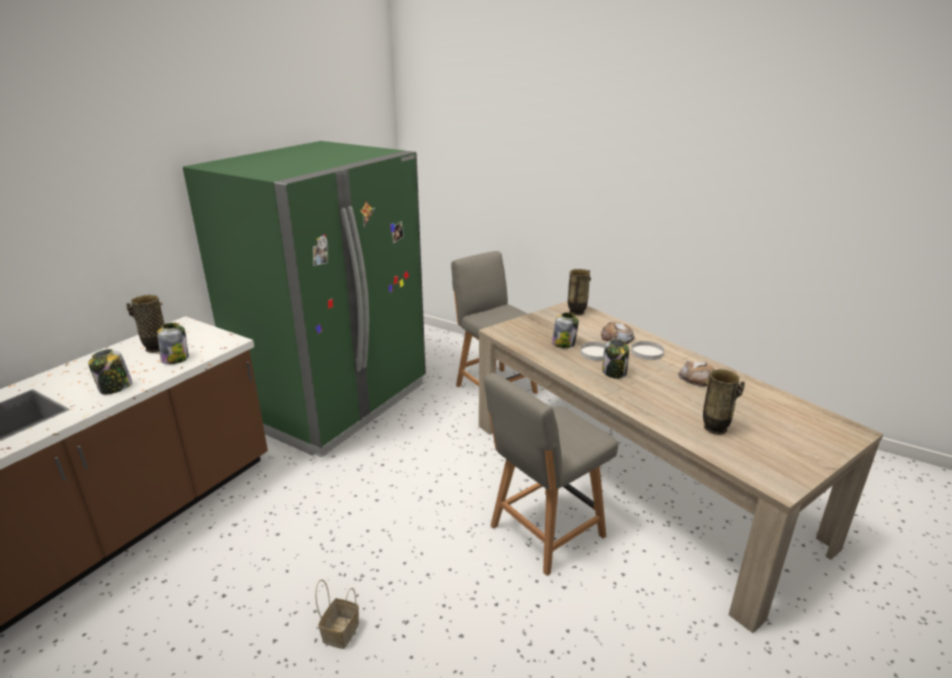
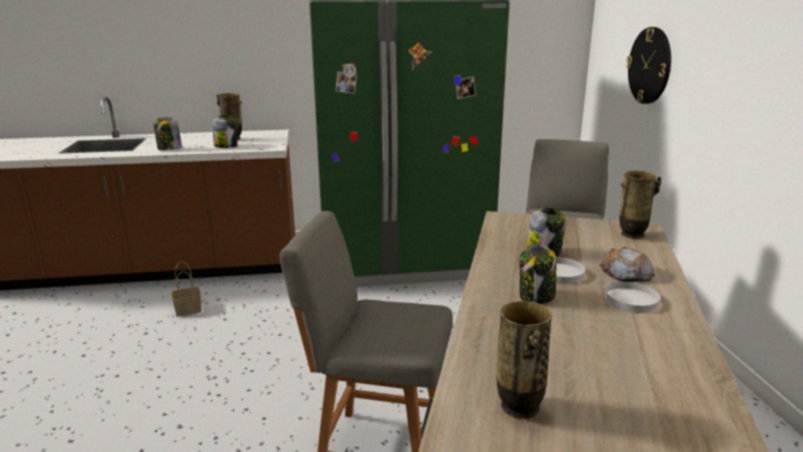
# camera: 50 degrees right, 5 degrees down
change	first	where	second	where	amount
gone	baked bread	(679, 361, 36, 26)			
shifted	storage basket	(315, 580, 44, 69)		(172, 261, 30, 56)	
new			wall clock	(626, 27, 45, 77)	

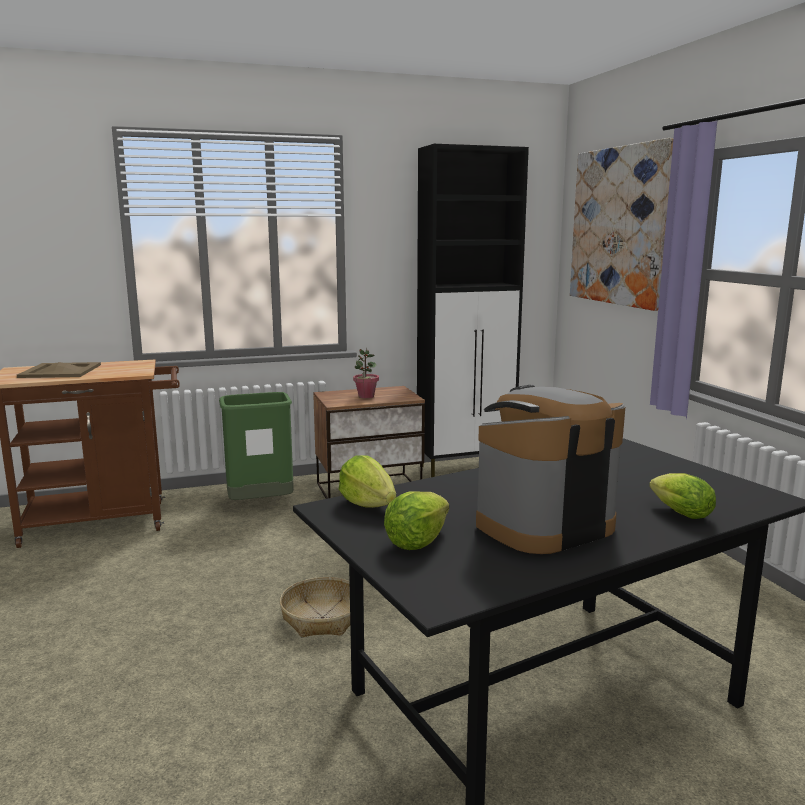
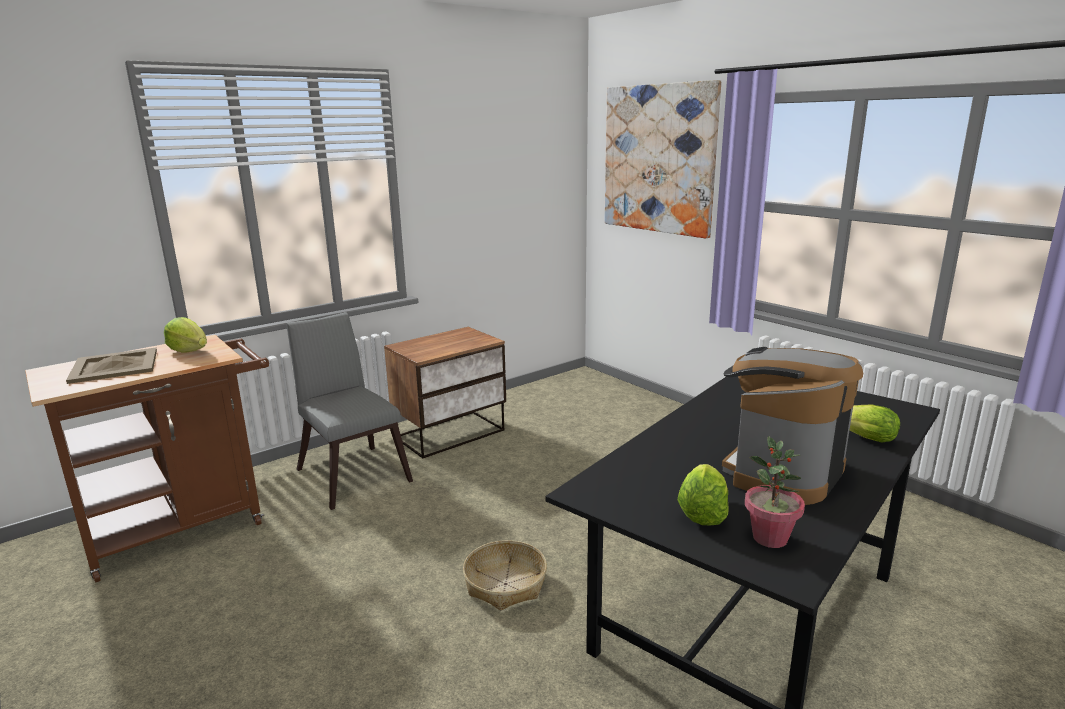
# camera: 20 degrees left, 5 degrees up
change	first	where	second	where	amount
gone	cabinet (blackish)	(417, 144, 112, 333)			
shifted	houseplant	(353, 348, 26, 50)		(745, 436, 60, 112)	
swapped	rubbish bin (greenish)	(219, 392, 75, 108)	upright chair (gray)	(286, 312, 127, 198)	
shifted	head of lettuce	(339, 455, 57, 53)		(164, 317, 43, 36)	

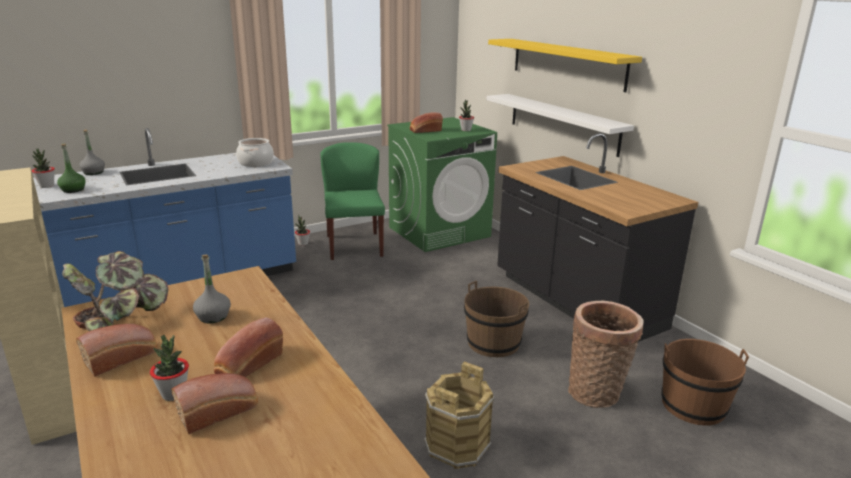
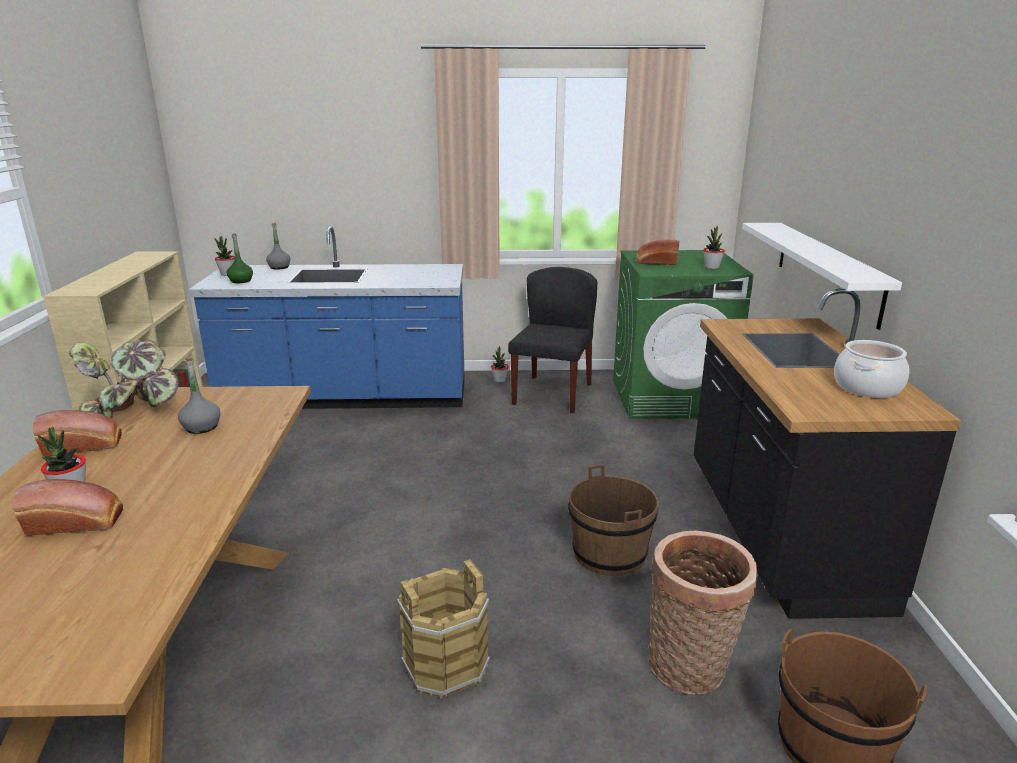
# camera: 30 degrees right, 0 degrees up
change	first	where	second	where	amount
gone	shelf (yellow-coloured)	(488, 39, 154, 53)			
shifted	stockpot	(236, 138, 38, 29)		(834, 340, 75, 58)	
repainted	upright chair (greenish)	(320, 142, 65, 118)	upright chair (blackish)	(508, 267, 89, 146)	
gone	baked bread	(214, 317, 69, 60)			

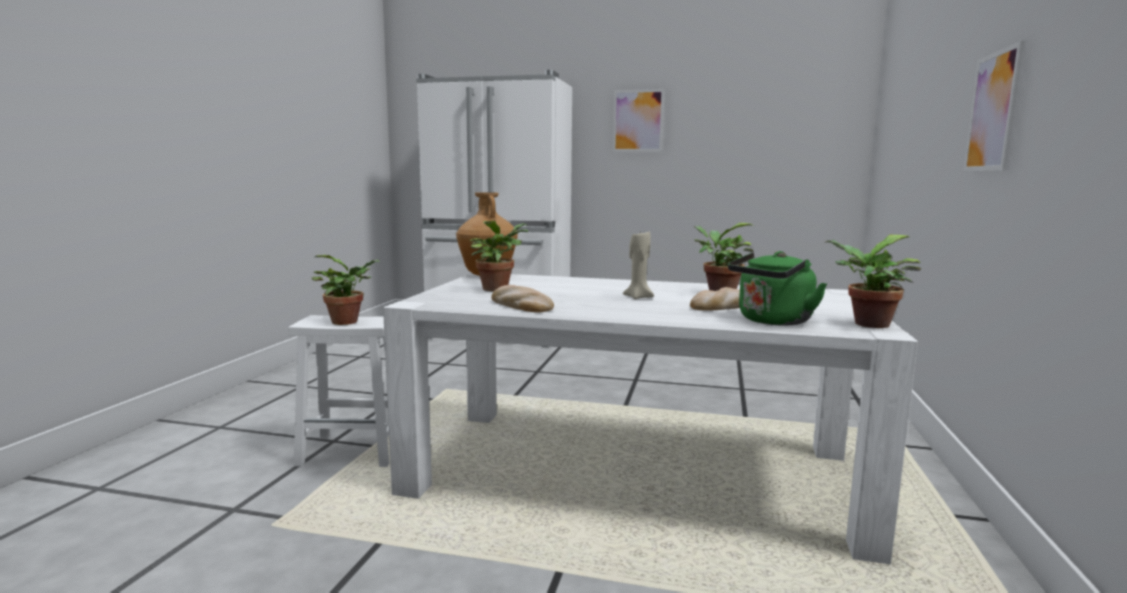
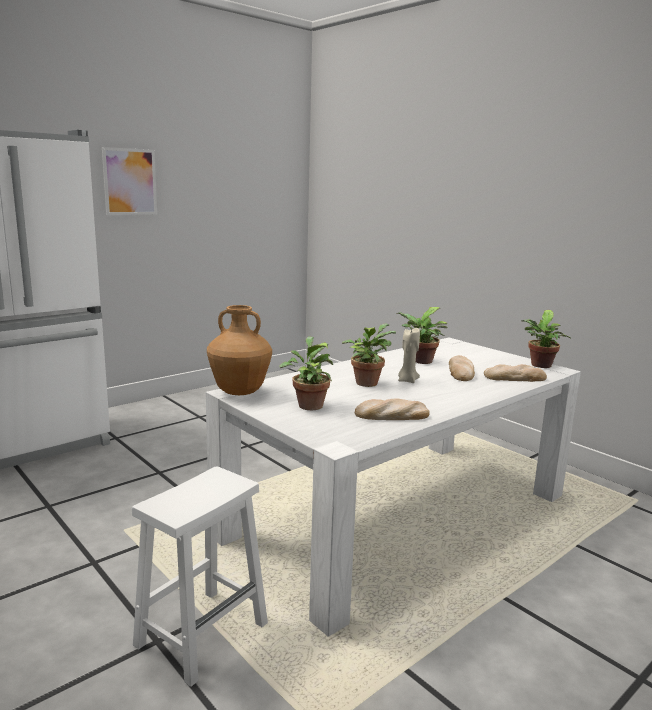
# camera: 55 degrees left, 5 degrees up
change	first	where	second	where	amount
gone	wall picture	(964, 41, 60, 130)			
swapped	tea kettle (greenish)	(728, 251, 99, 75)	baked bread	(484, 364, 63, 18)	
shifted	houseplant	(312, 255, 68, 70)		(342, 323, 54, 64)	

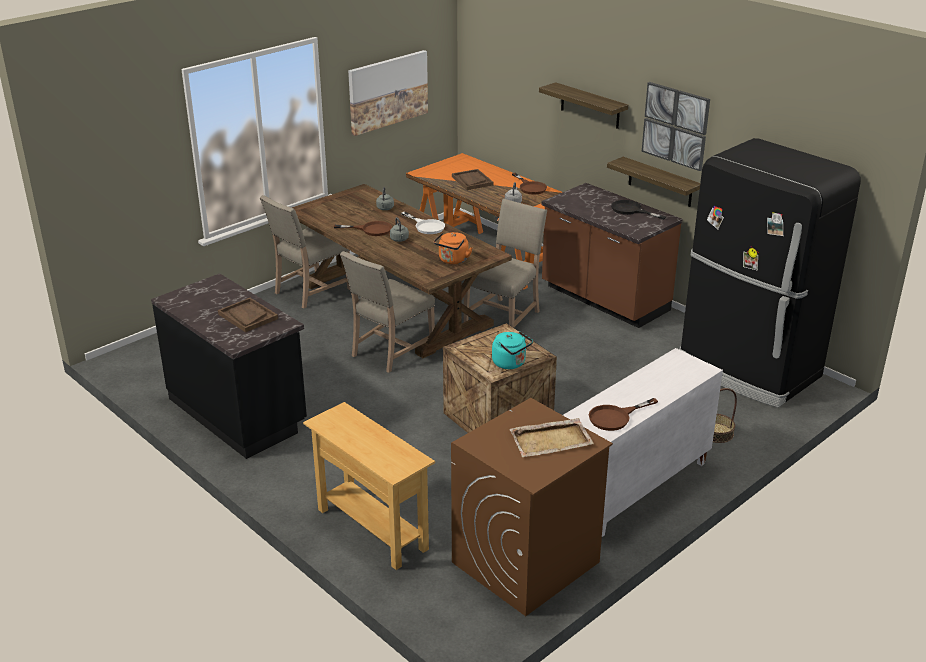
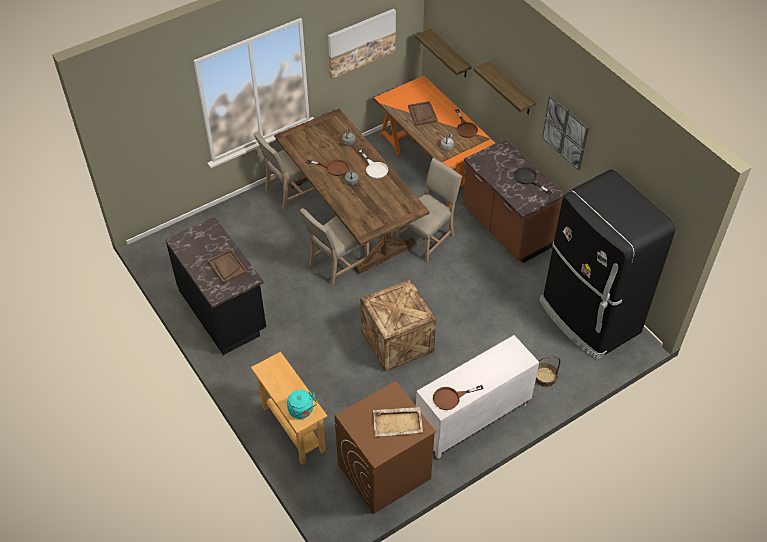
# camera: 10 degrees right, 20 degrees up
change	first	where	second	where	amount
shifted	shelf	(607, 157, 93, 50)		(415, 29, 57, 49)	
gone	tea kettle (orangey)	(434, 232, 38, 32)			
shifted	tea kettle (turquoise-coloured)	(492, 331, 41, 38)		(287, 390, 30, 29)	

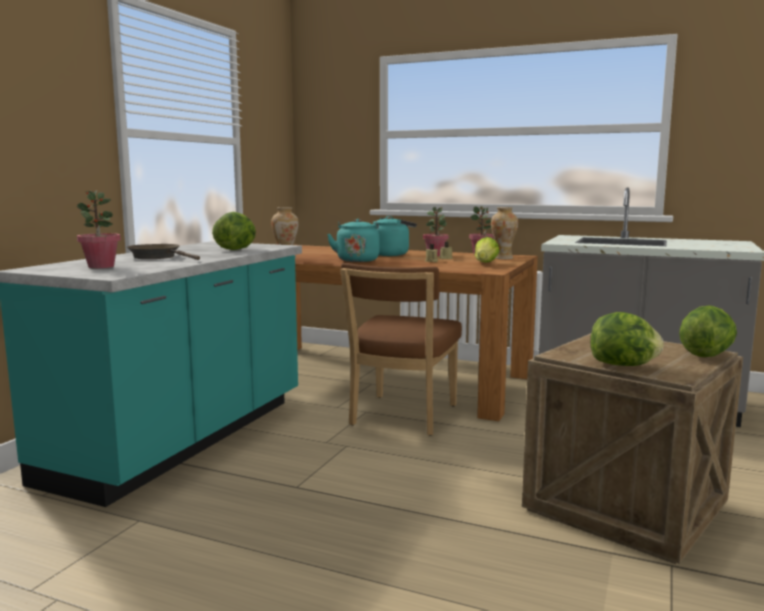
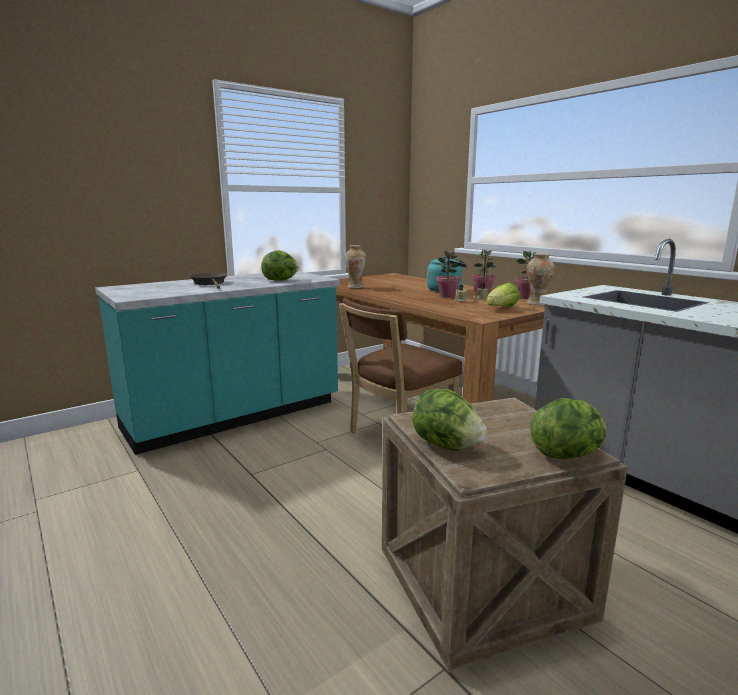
# camera: 30 degrees right, 5 degrees up
change	first	where	second	where	amount
shifted	houseplant	(76, 190, 45, 78)		(436, 250, 25, 48)	
gone	tea kettle (turquoise-coloured)	(327, 219, 52, 43)			

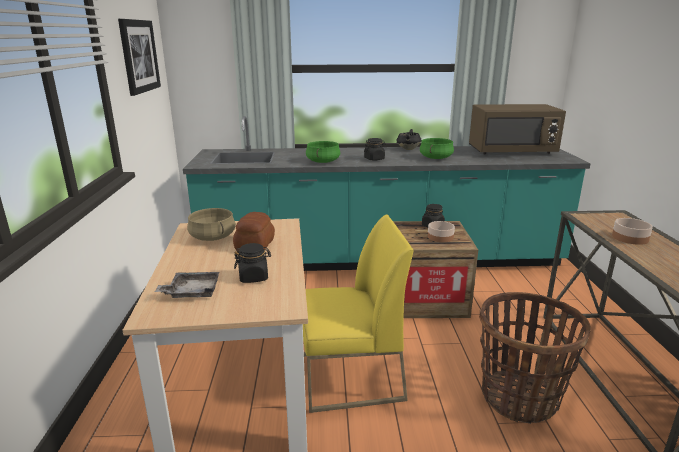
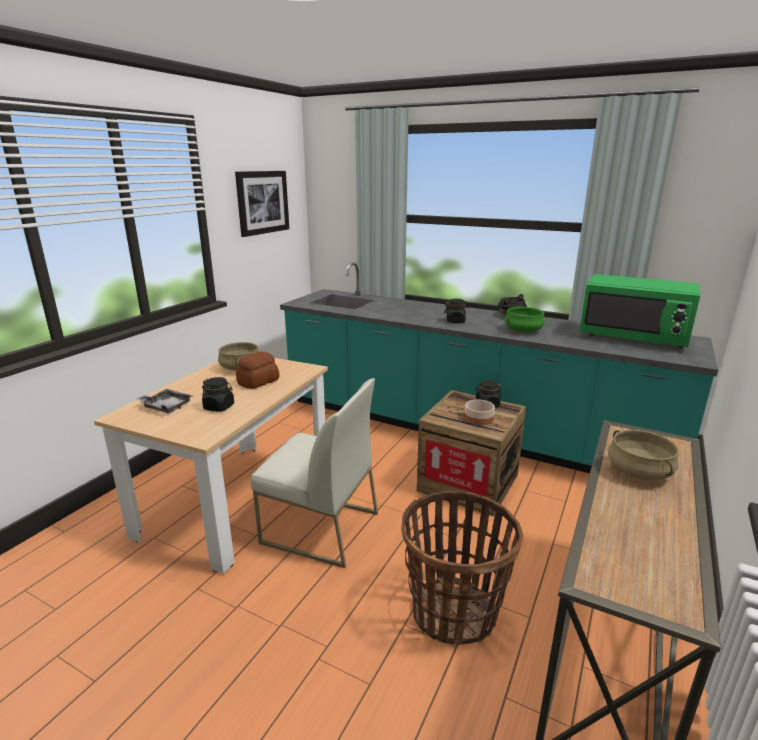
# camera: 30 degrees right, 0 degrees up
change	first	where	second	where	amount
repainted	kitchen microwave (brownish)	(469, 104, 97, 50)	kitchen microwave (greenish)	(579, 274, 121, 74)	
gone	stockpot (greenish)	(306, 141, 34, 22)			
repainted	upright chair (yellow-coloured)	(303, 214, 111, 199)	upright chair (white)	(251, 378, 127, 190)	
swapped	deep dish	(612, 218, 41, 27)	stockpot (beige-coloured)	(608, 430, 71, 50)	

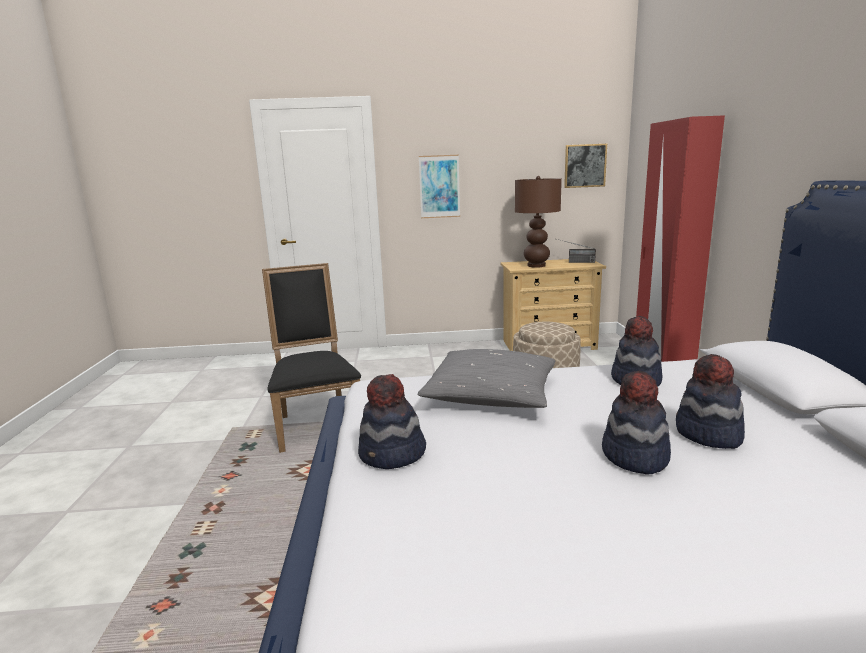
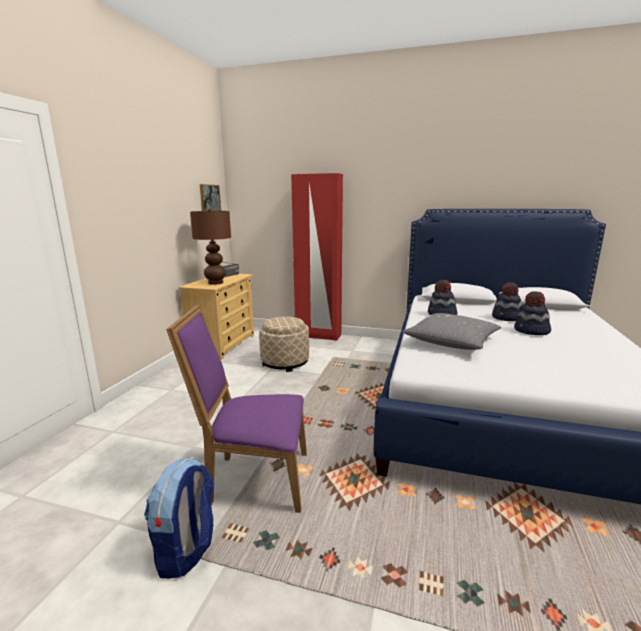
# camera: 70 degrees left, 0 degrees up
change	first	where	second	where	amount
gone	wall picture	(419, 155, 41, 63)			
repainted	upright chair (blackish)	(262, 263, 99, 190)	upright chair (purple)	(166, 305, 141, 208)	
gone	hat	(358, 374, 68, 95)			
new			knapsack	(144, 457, 70, 122)	

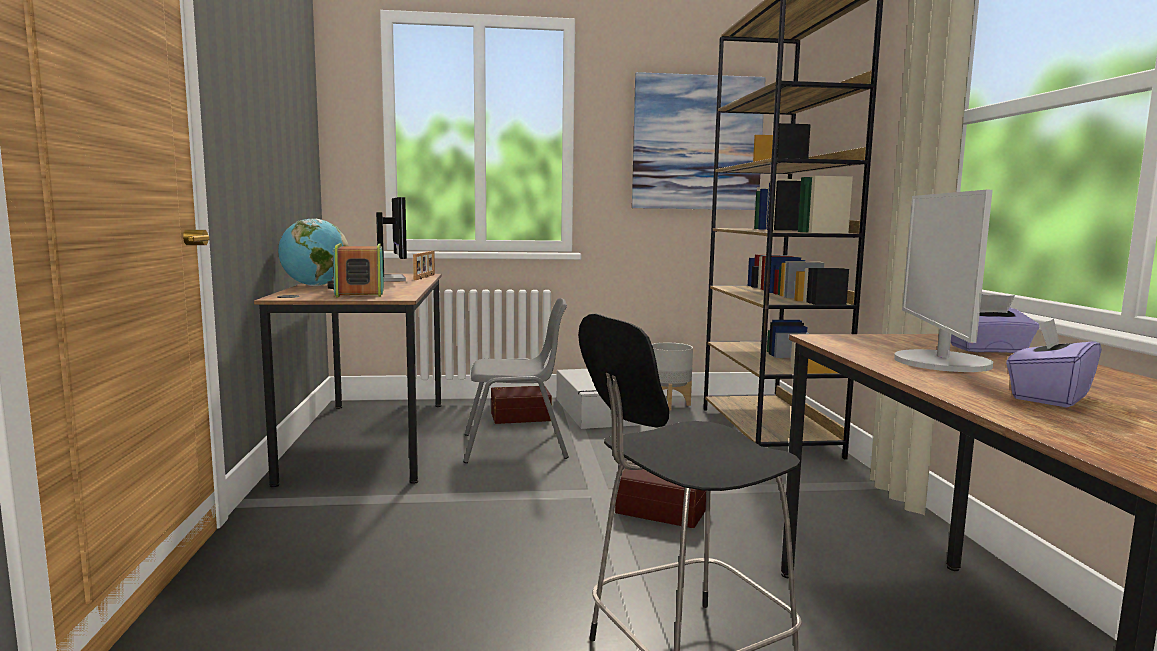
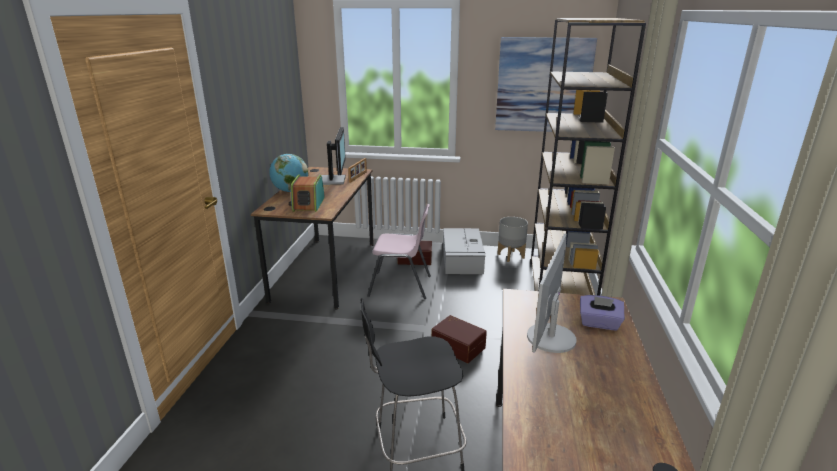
# camera: 15 degrees right, 15 degrees up
change	first	where	second	where	amount
repainted	upright chair (gray)	(463, 298, 106, 165)	upright chair (pink)	(367, 204, 64, 95)	
gone	tissue box (purple)	(1006, 319, 96, 88)			

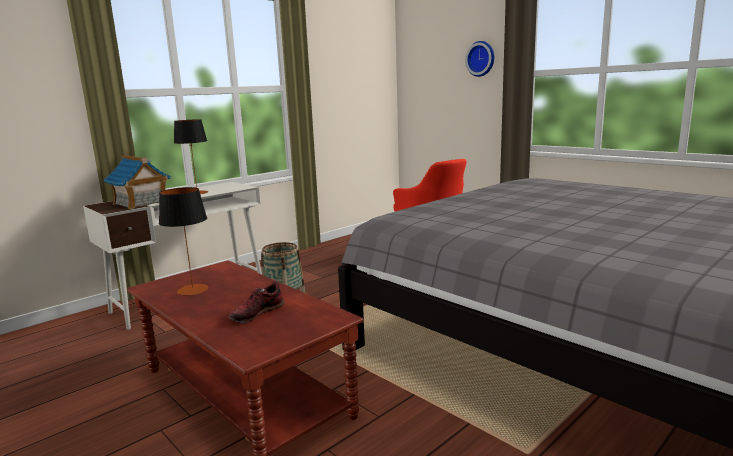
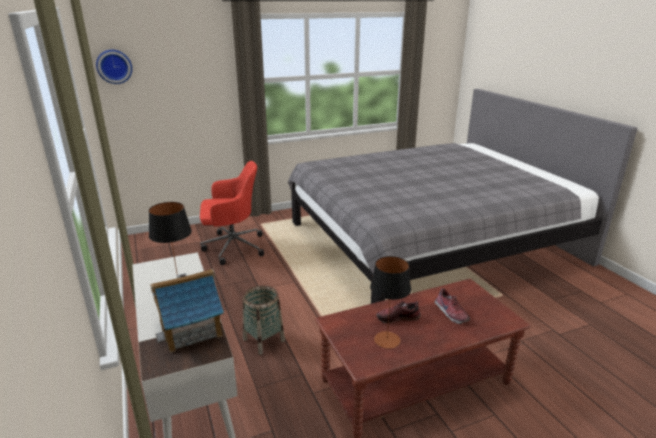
# camera: 70 degrees left, 10 degrees up
change	first	where	second	where	amount
shifted	wall clock	(465, 41, 29, 36)		(96, 50, 36, 34)	
new			item of footwear	(376, 301, 45, 22)	

